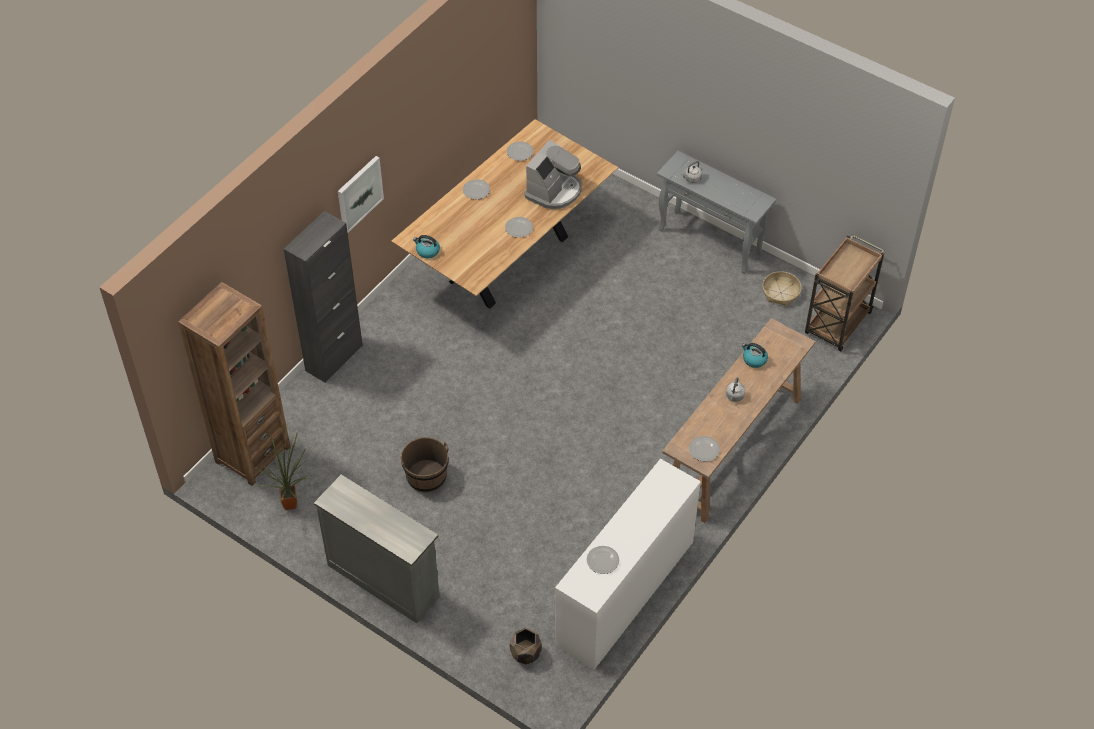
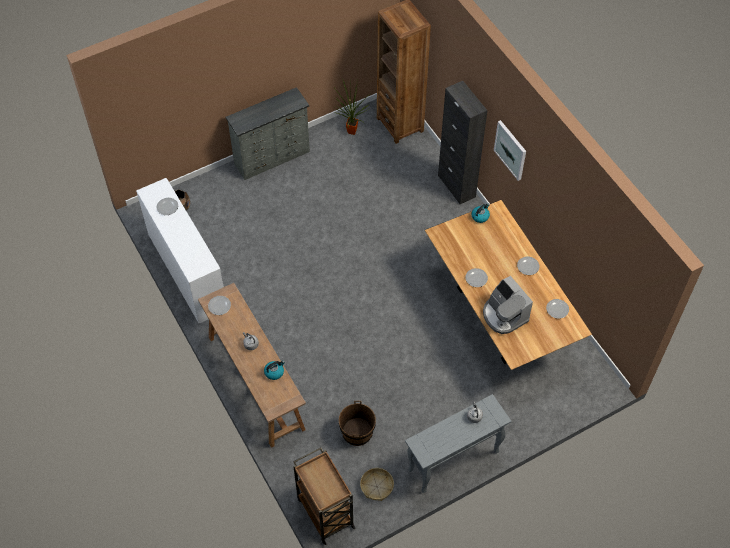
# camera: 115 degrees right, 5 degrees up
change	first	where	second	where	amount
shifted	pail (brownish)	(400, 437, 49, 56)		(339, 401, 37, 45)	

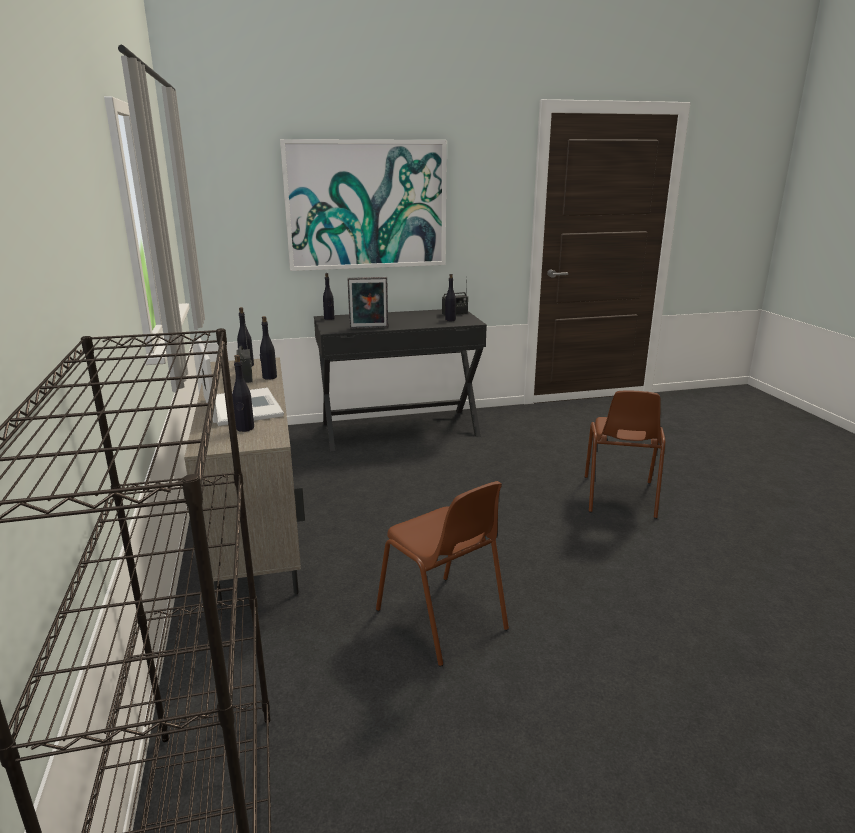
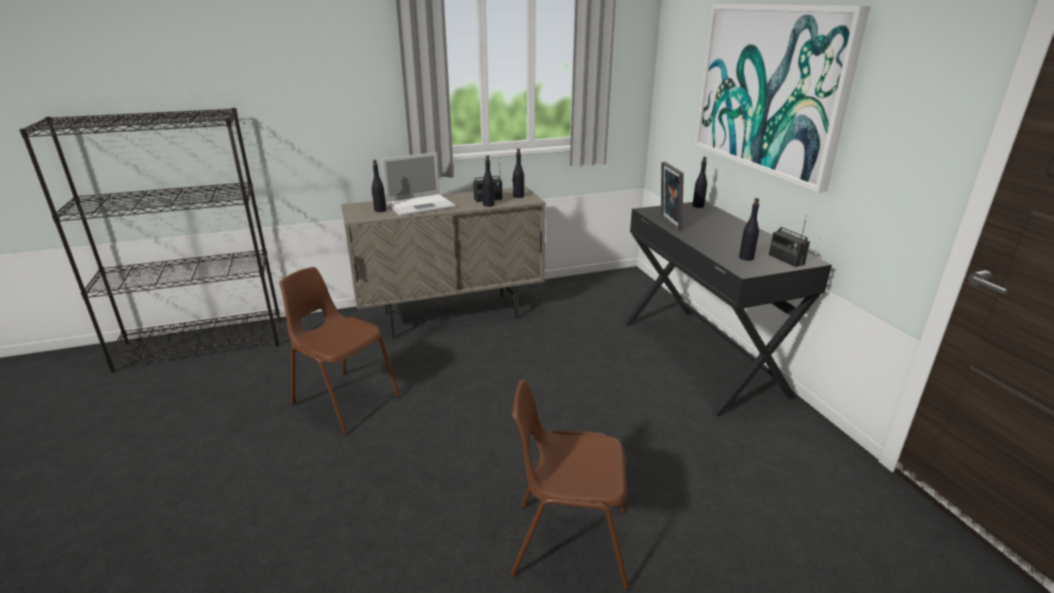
# camera: 85 degrees right, 5 degrees up
change	first	where	second	where	amount
rotated	upright chair (brownish)	(376, 481, 133, 186)		(279, 267, 121, 168)	75 degrees clockwise

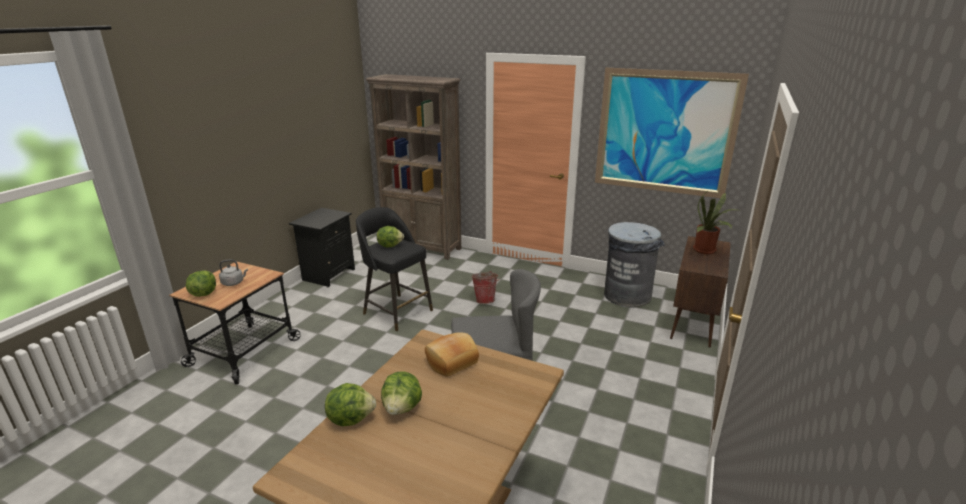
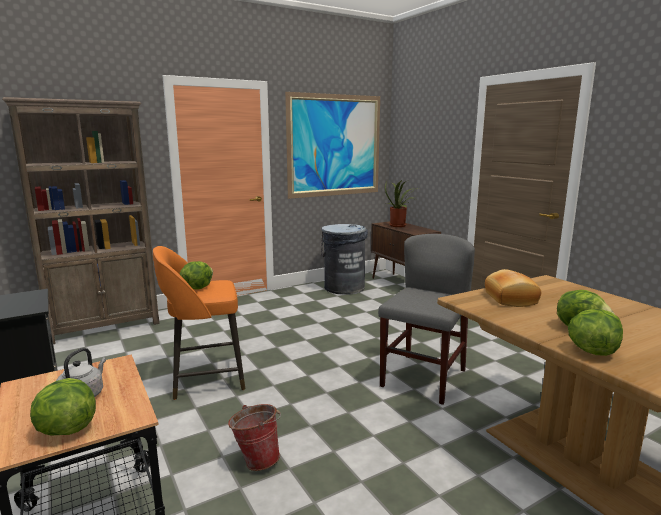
# camera: 55 degrees left, 10 degrees down
change	first	where	second	where	amount
repainted	sitting stool (blackish)	(356, 207, 77, 124)	sitting stool (orangey)	(153, 246, 93, 154)	
shifted	pail	(471, 271, 29, 33)		(228, 404, 53, 67)	

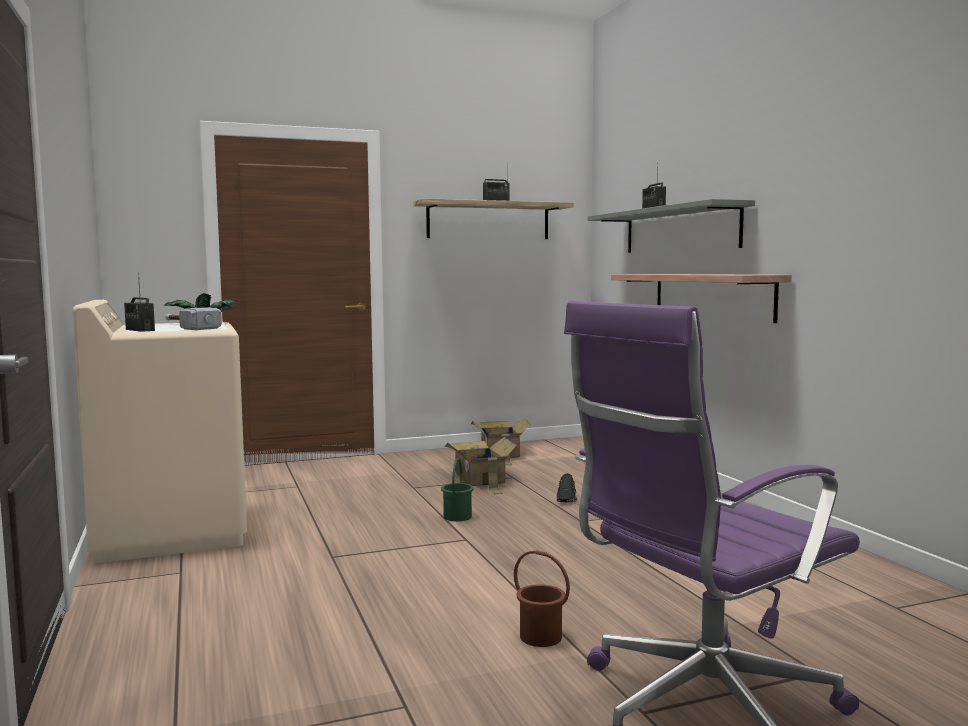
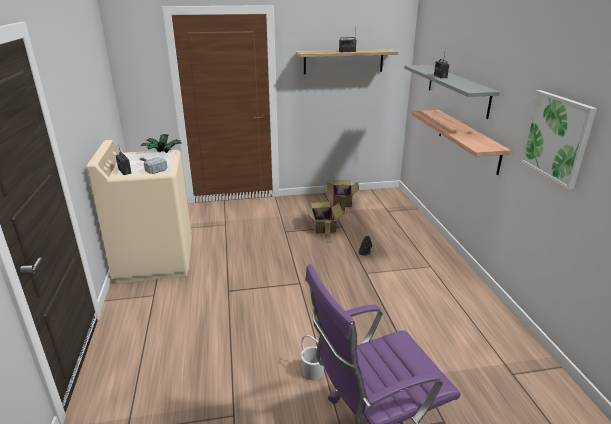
# camera: 10 degrees right, 20 degrees up
change	first	where	second	where	amount
gone	pail (greenish)	(441, 458, 33, 63)			
repainted	pail (brownish)	(514, 550, 56, 97)	pail (white)	(301, 335, 23, 45)	
new			wall picture	(520, 90, 77, 100)	

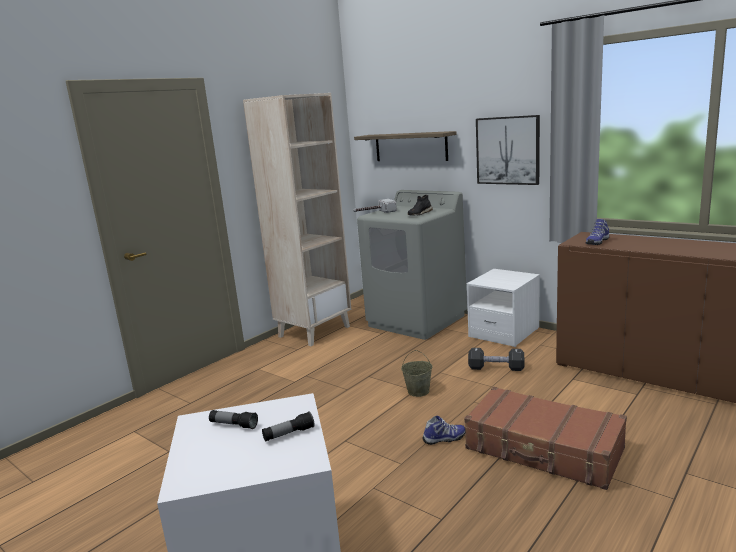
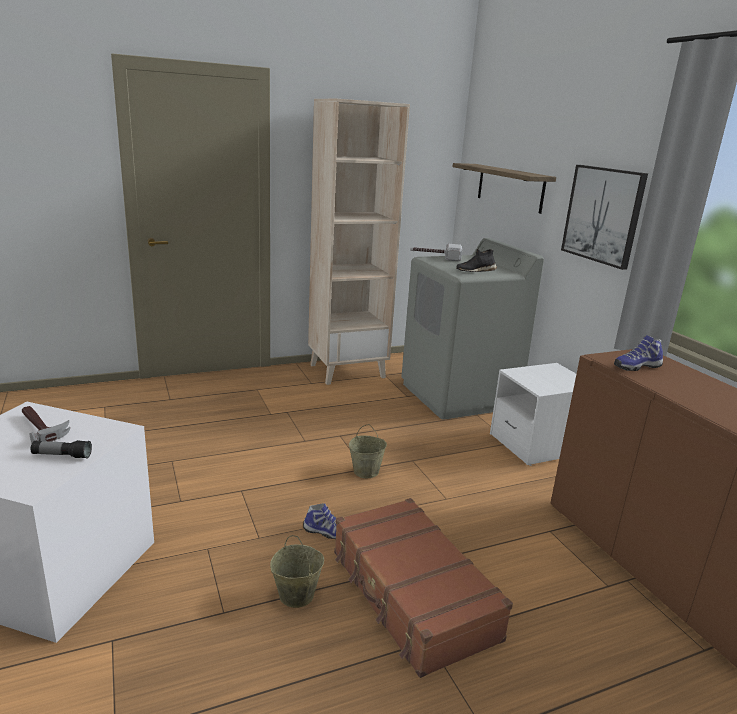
# camera: 25 degrees right, 5 degrees up
change	first	where	second	where	amount
gone	hand weight (blackish)	(468, 348, 56, 23)			
swapped	flashlight	(209, 410, 49, 19)	hammer	(22, 406, 48, 37)	
new			pail (beige-coloured)	(270, 535, 54, 73)	

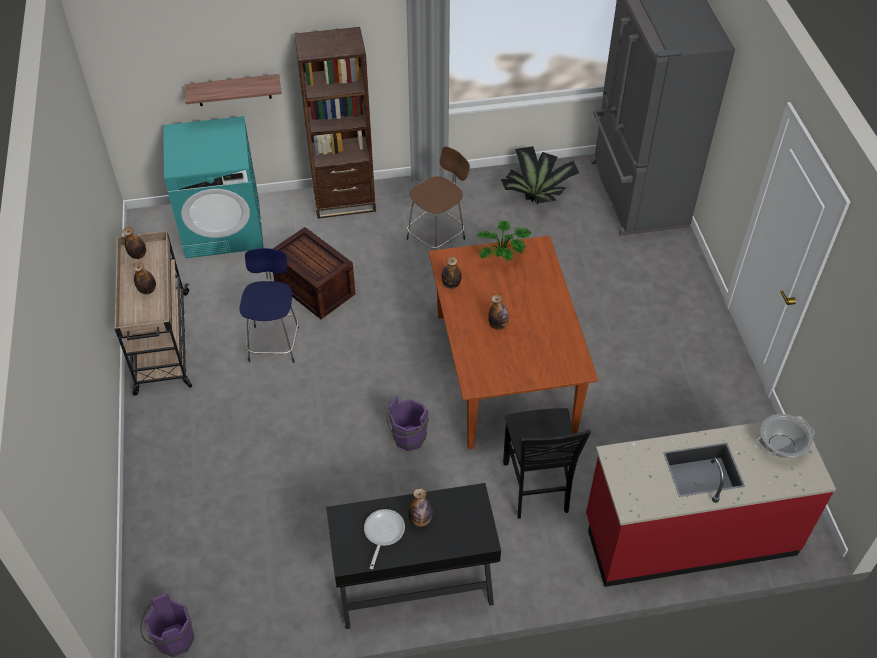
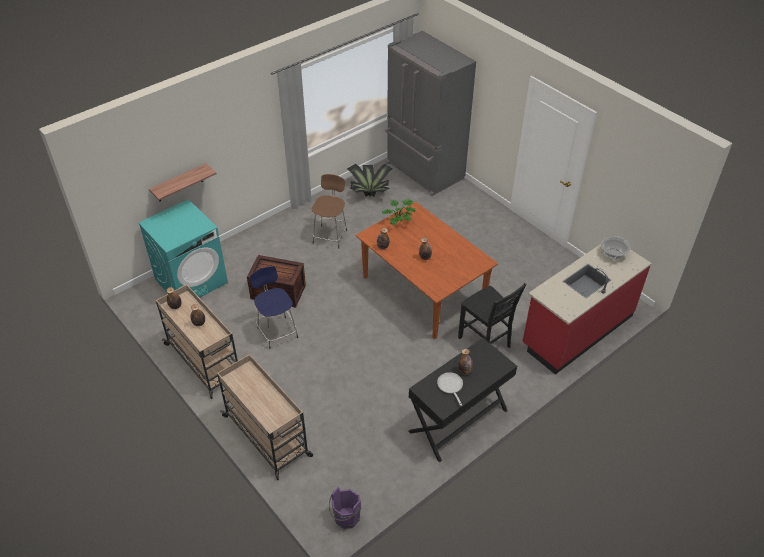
# camera: 30 degrees left, 5 degrees down
change	first	where	second	where	amount
gone	shelving unit (brownish)	(294, 27, 82, 192)			
gone	pail (purple)	(387, 396, 42, 55)			
new			trolley (beige-coloured)	(217, 354, 96, 126)	

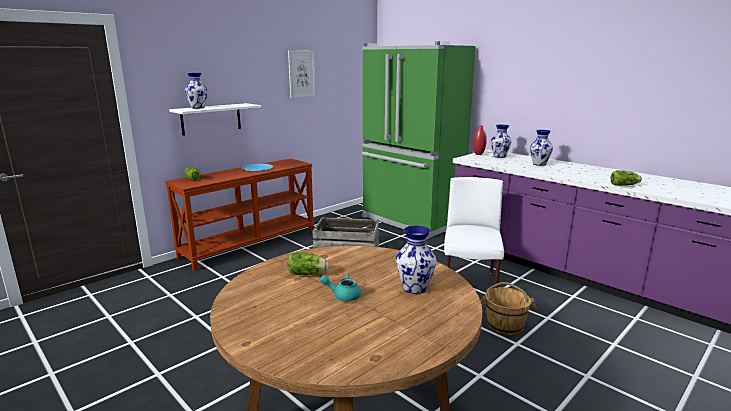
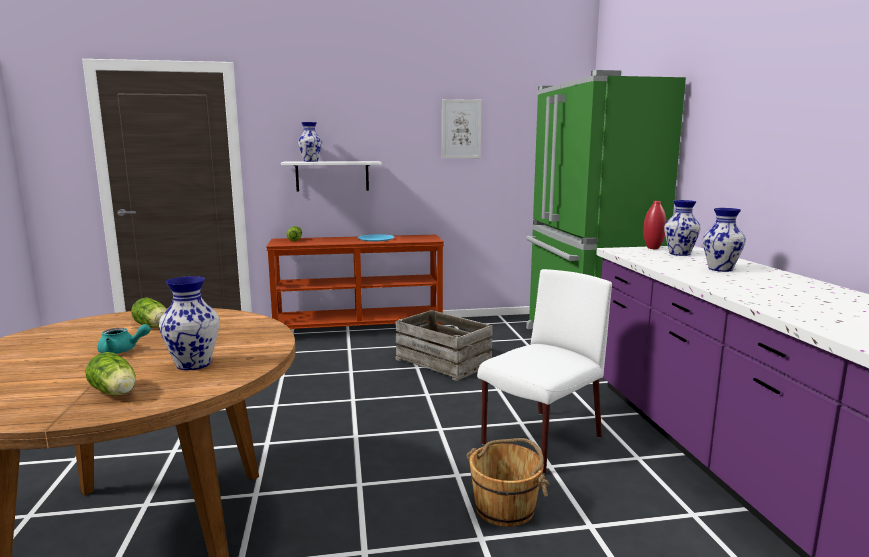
# camera: 35 degrees right, 5 degrees down
change	first	where	second	where	amount
shifted	head of lettuce	(611, 170, 31, 16)		(85, 352, 51, 43)	
rotated	tea pot (turquoise-coloured)	(320, 273, 41, 28)		(97, 324, 54, 30)	135 degrees clockwise

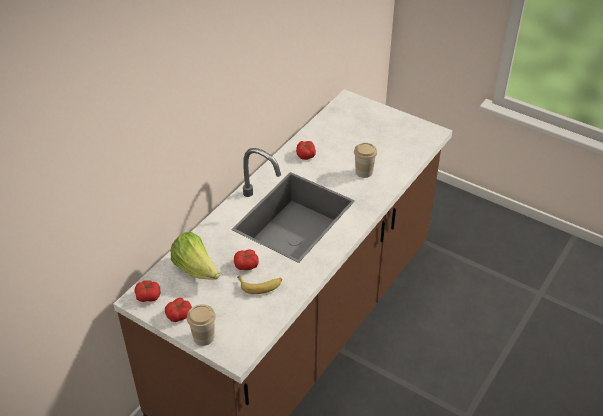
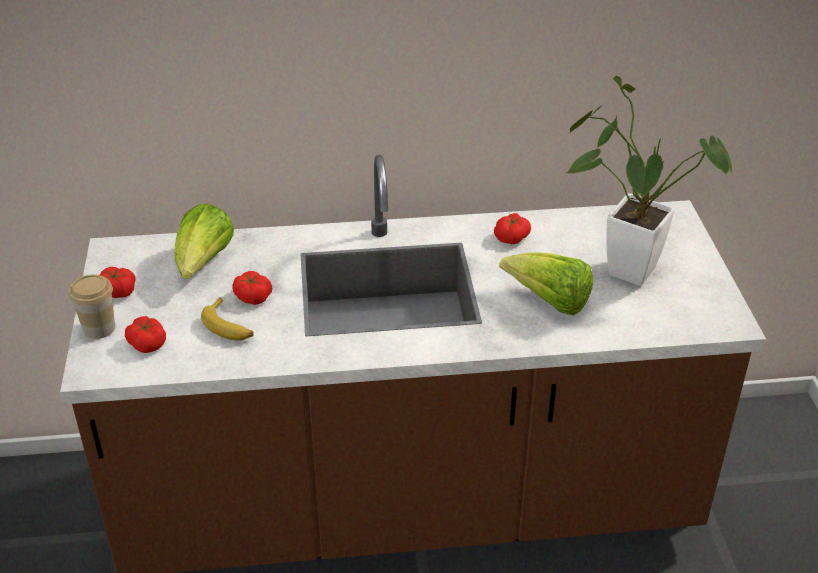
# camera: 50 degrees right, 5 degrees down
change	first	where	second	where	amount
swapped	small cup	(354, 143, 23, 35)	head of lettuce	(499, 252, 94, 63)	
shifted	fresh tomato	(134, 280, 26, 22)		(125, 316, 41, 37)	
new			houseplant	(566, 76, 168, 210)	

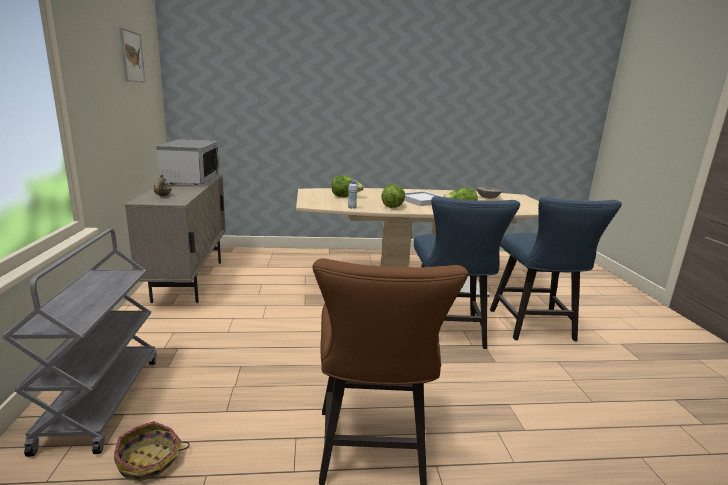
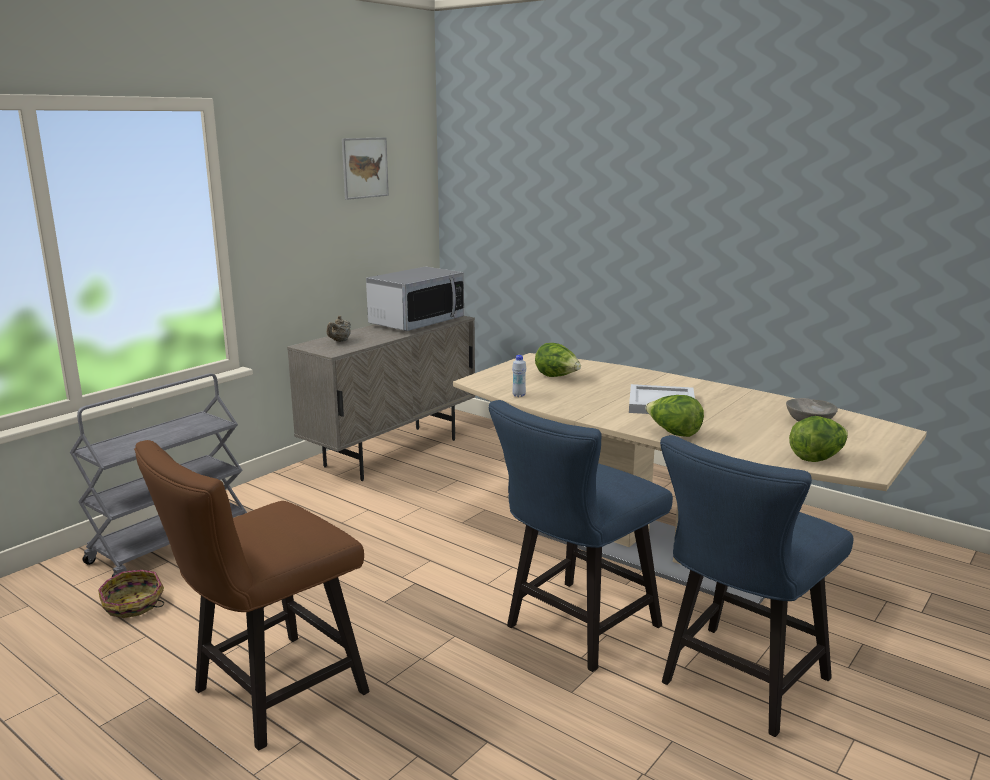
# camera: 45 degrees right, 0 degrees up
change	first	where	second	where	amount
shifted	head of lettuce	(381, 184, 24, 24)		(789, 416, 59, 46)	

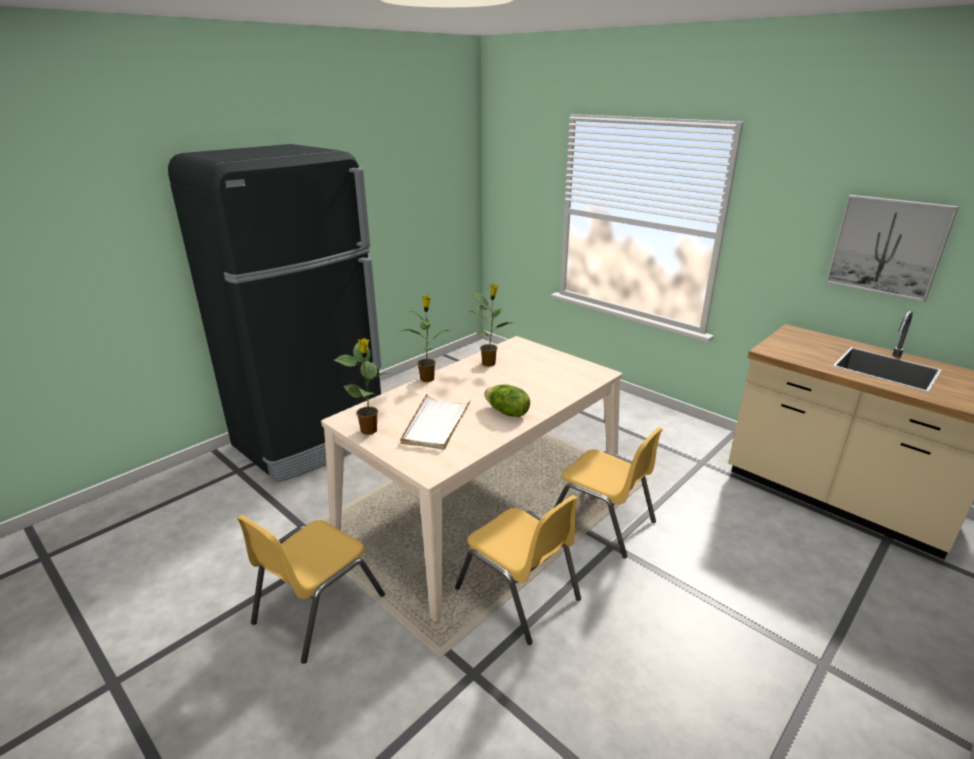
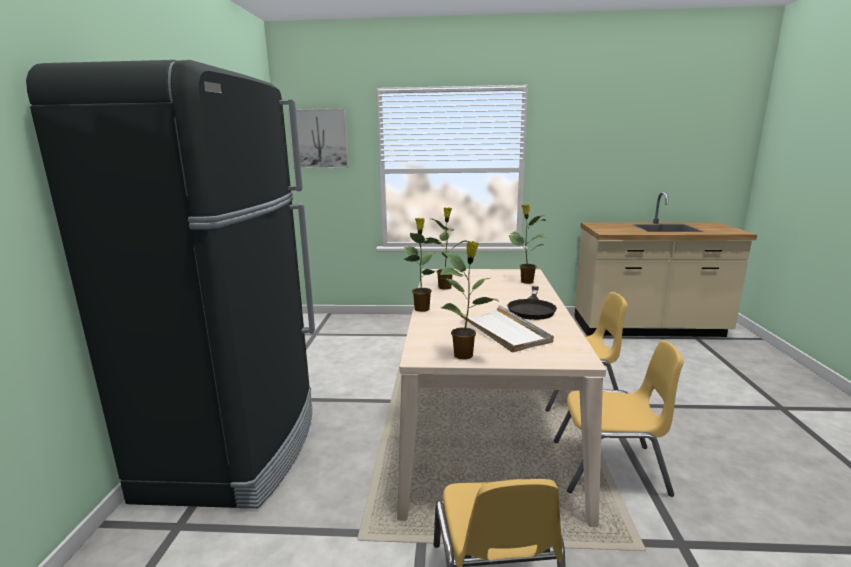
# camera: 40 degrees left, 10 degrees down
change	first	where	second	where	amount
shifted	wall picture	(825, 195, 134, 107)		(288, 108, 61, 61)	
swapped	head of lettuce	(484, 384, 46, 33)	pan (blackish)	(507, 286, 50, 34)	
new			houseplant	(509, 204, 37, 80)	

